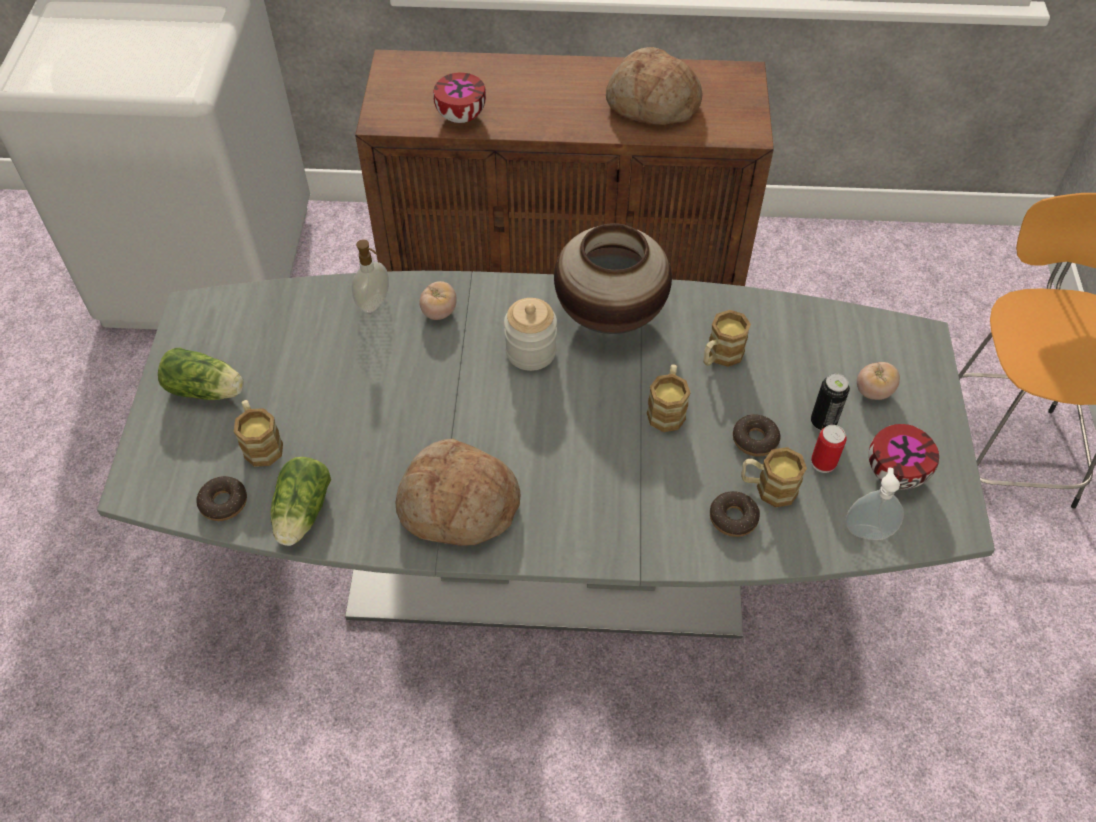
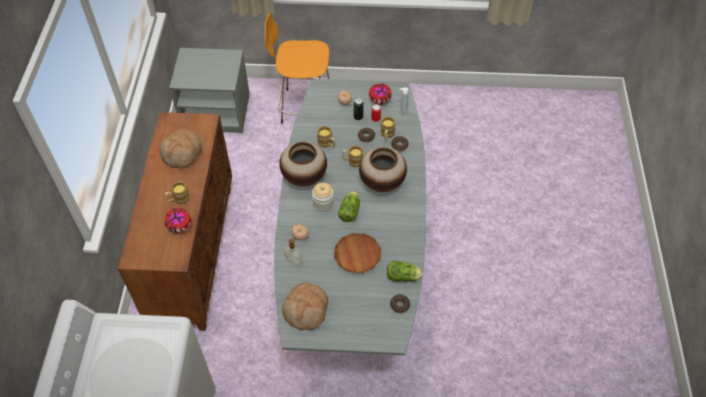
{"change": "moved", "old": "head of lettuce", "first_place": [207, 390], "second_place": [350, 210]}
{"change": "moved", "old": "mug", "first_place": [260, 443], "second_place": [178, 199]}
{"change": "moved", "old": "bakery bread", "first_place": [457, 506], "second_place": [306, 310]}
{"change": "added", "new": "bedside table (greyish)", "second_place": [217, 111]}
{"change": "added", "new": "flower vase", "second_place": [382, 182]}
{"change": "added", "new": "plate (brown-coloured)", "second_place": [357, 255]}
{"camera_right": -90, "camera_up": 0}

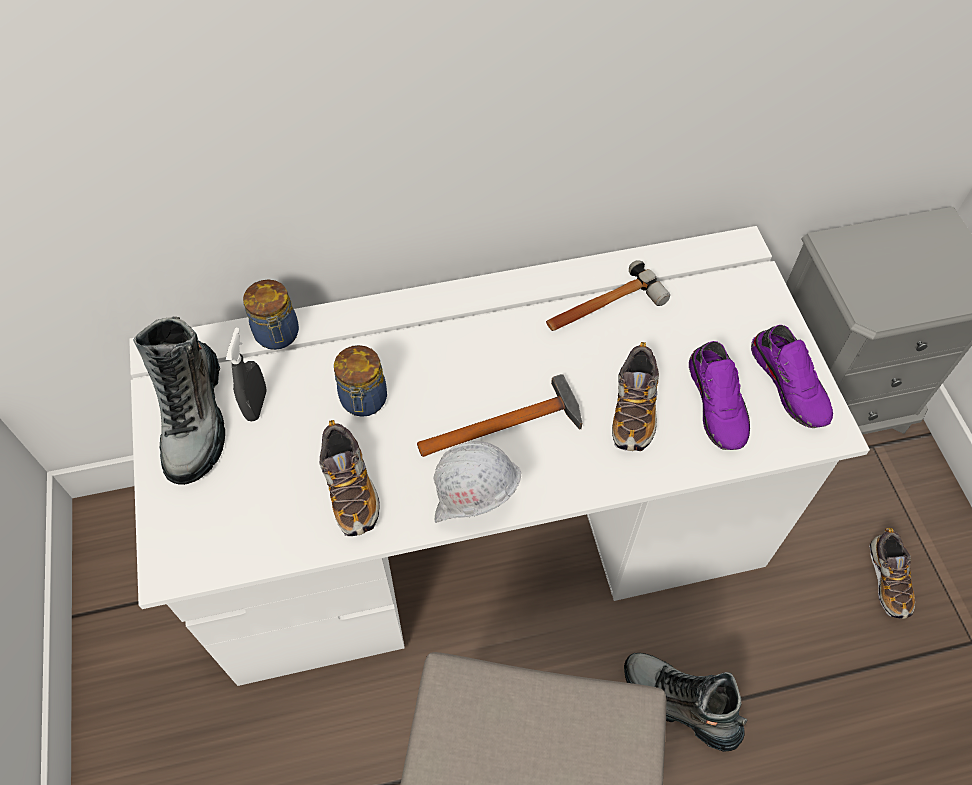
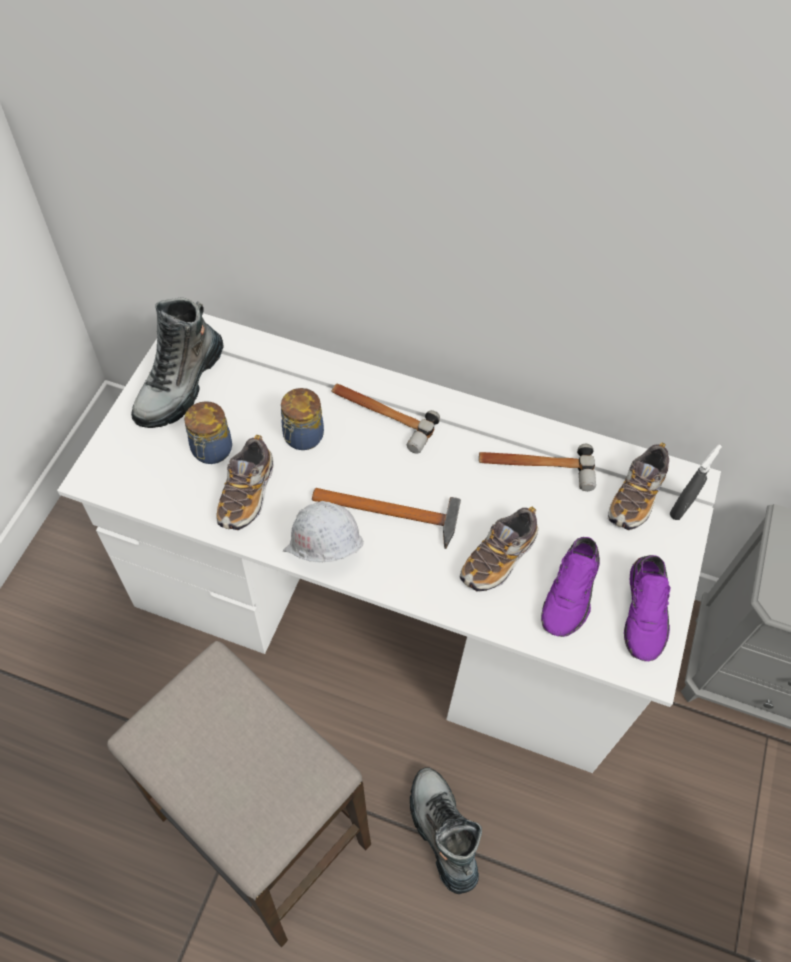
{"change": "moved", "old": "preserve jar", "first_place": [278, 335], "second_place": [211, 451]}
{"change": "moved", "old": "hand sprayer (greyish)", "first_place": [256, 405], "second_place": [681, 508]}
{"change": "moved", "old": "item of footwear", "first_place": [888, 579], "second_place": [636, 497]}
{"change": "added", "new": "hand hammer", "second_place": [381, 416]}
{"camera_right": 30, "camera_up": 0}

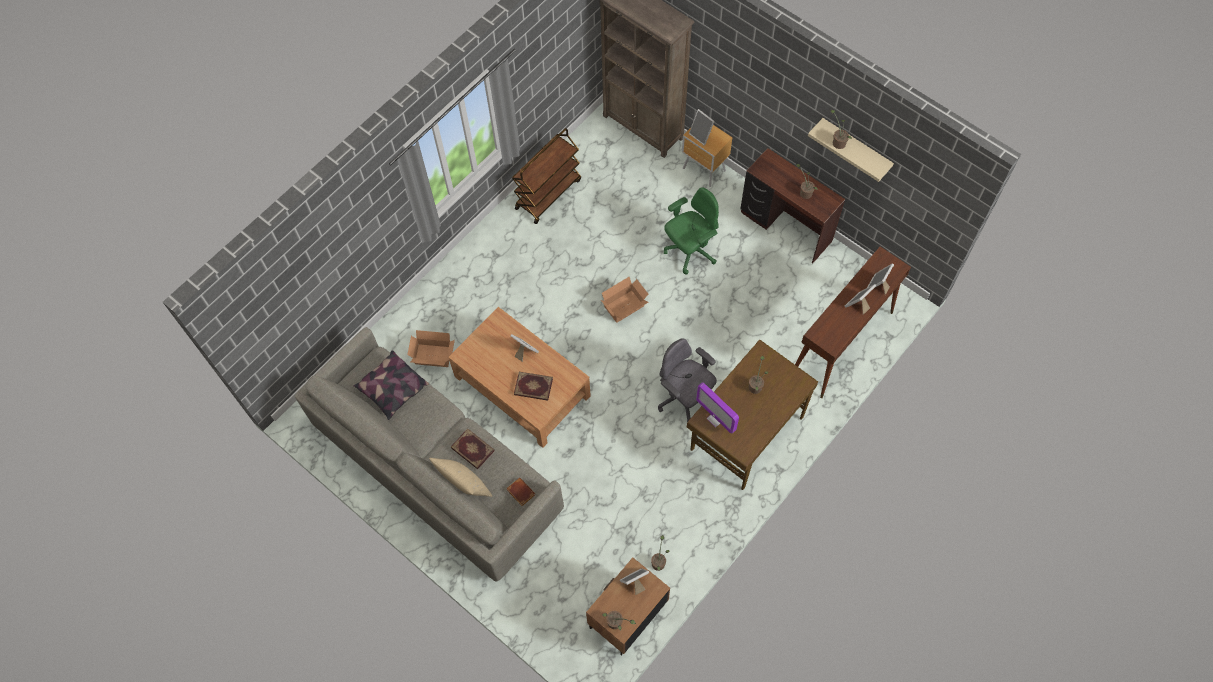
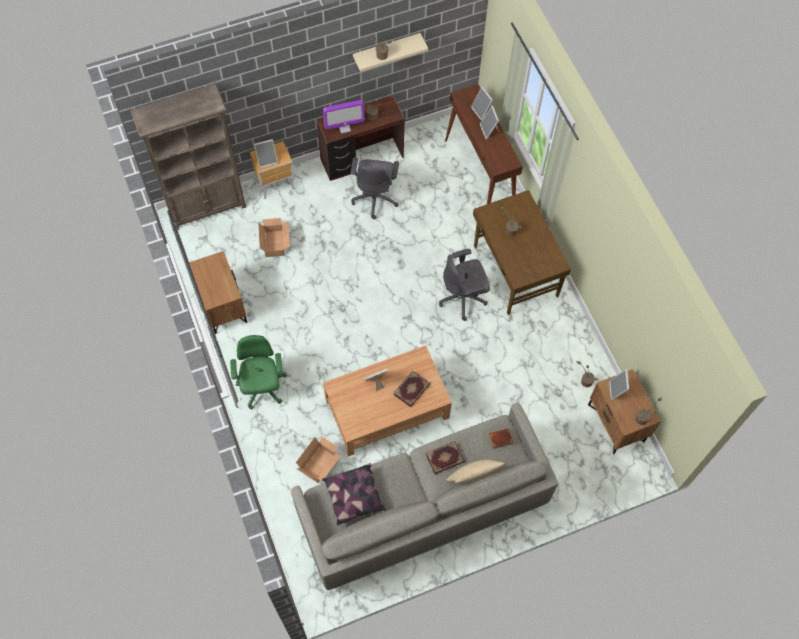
{"change": "replaced", "old": "wheeled cart (brown-coloured)", "new": "bedside table (brown-coloured)", "first_place": [548, 193], "second_place": [222, 305]}
{"change": "moved", "old": "office chair (green)", "first_place": [690, 251], "second_place": [262, 387]}
{"change": "moved", "old": "cardboard box", "first_place": [625, 307], "second_place": [275, 243]}
{"change": "moved", "old": "monitor", "first_place": [716, 418], "second_place": [344, 128]}
{"change": "added", "new": "office chair (greyish)", "second_place": [375, 198]}
{"camera_right": -65, "camera_up": 0}

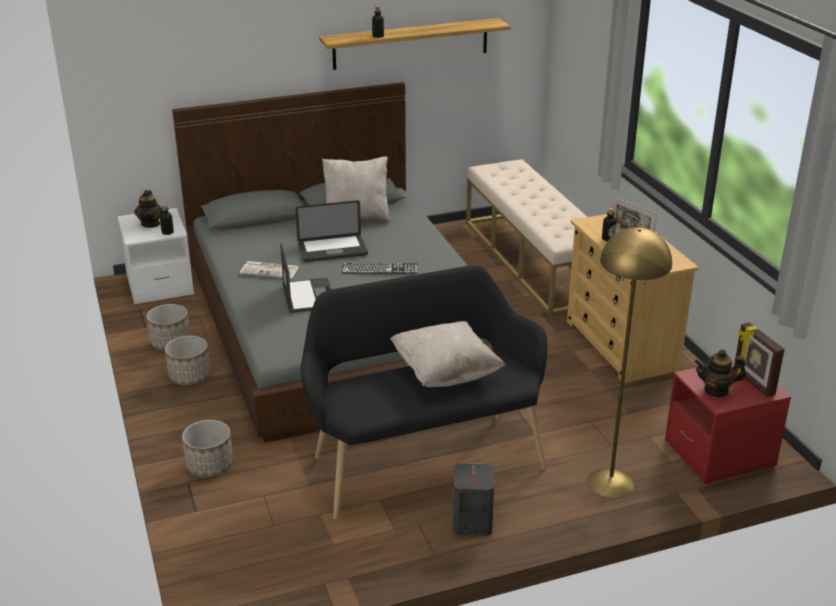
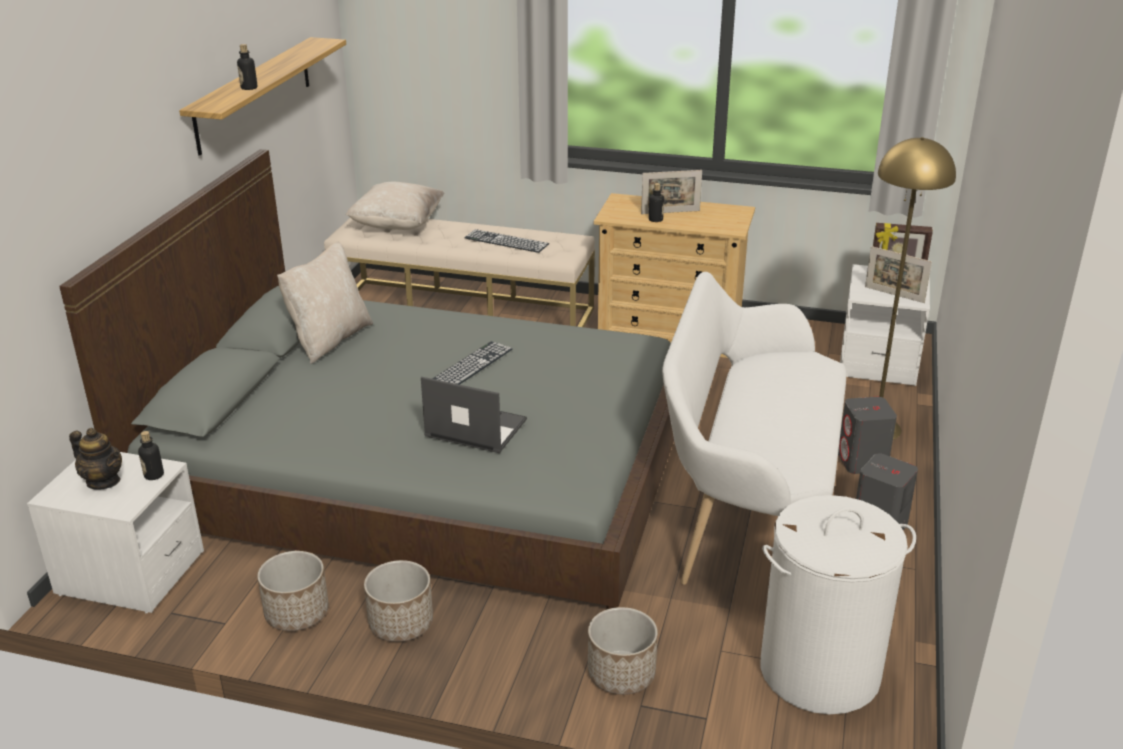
{"change": "removed", "old": "portable computer", "first_place": [332, 250]}
{"change": "removed", "old": "printed paper", "first_place": [270, 270]}
{"change": "recoloured", "old": "indoor bench (blackish)", "new": "indoor bench (whitish)", "first_place": [422, 458], "second_place": [747, 513]}
{"change": "moved", "old": "throw pillow (sand-coloured)", "first_place": [445, 373], "second_place": [397, 225]}
{"change": "replaced", "old": "tea pot", "new": "photo frame", "first_place": [716, 390], "second_place": [894, 294]}
{"change": "recoloured", "old": "bedside table (reddish)", "new": "bedside table (whitish)", "first_place": [719, 454], "second_place": [878, 362]}
{"change": "added", "new": "computer keyboard", "second_place": [506, 241]}
{"change": "added", "new": "speaker (greyish)", "second_place": [862, 462]}
{"change": "added", "new": "hamper (whitish)", "second_place": [819, 672]}
{"camera_right": -55, "camera_up": 0}

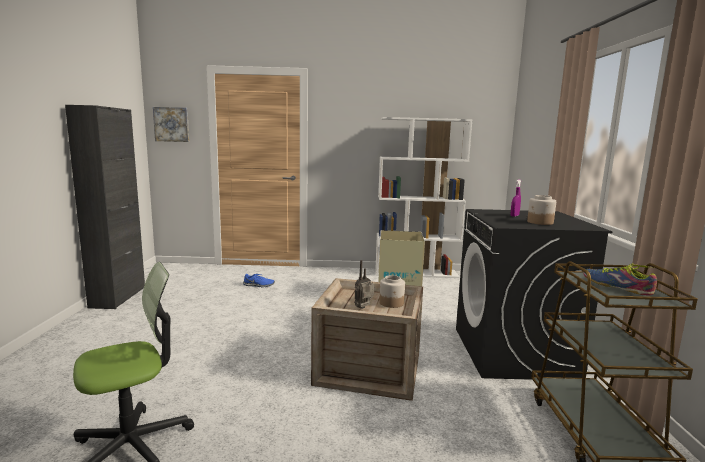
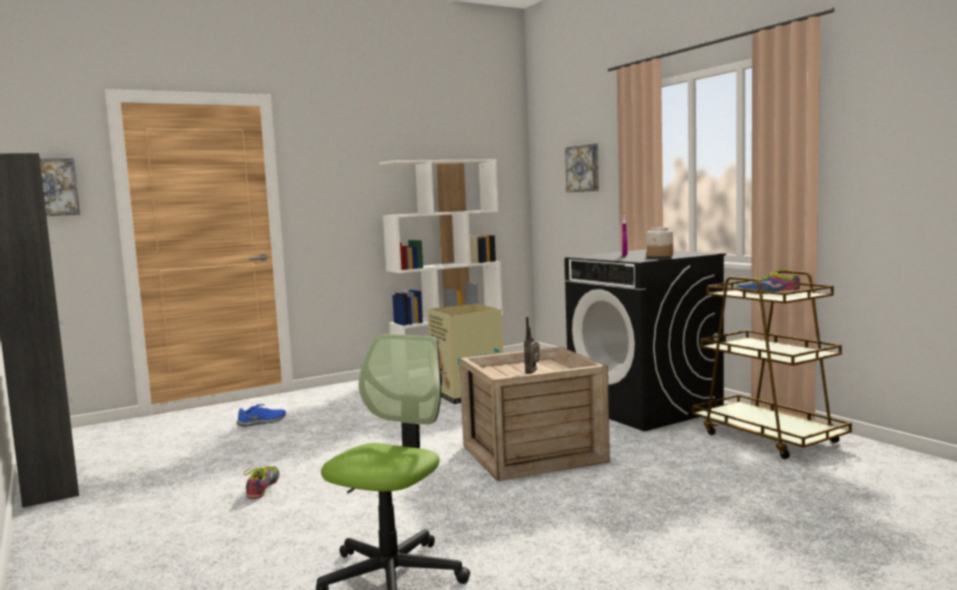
{"change": "removed", "old": "preserve jar", "first_place": [391, 303]}
{"change": "added", "new": "picture", "second_place": [583, 168]}
{"change": "added", "new": "item of footwear", "second_place": [263, 487]}
{"camera_right": -30, "camera_up": -5}

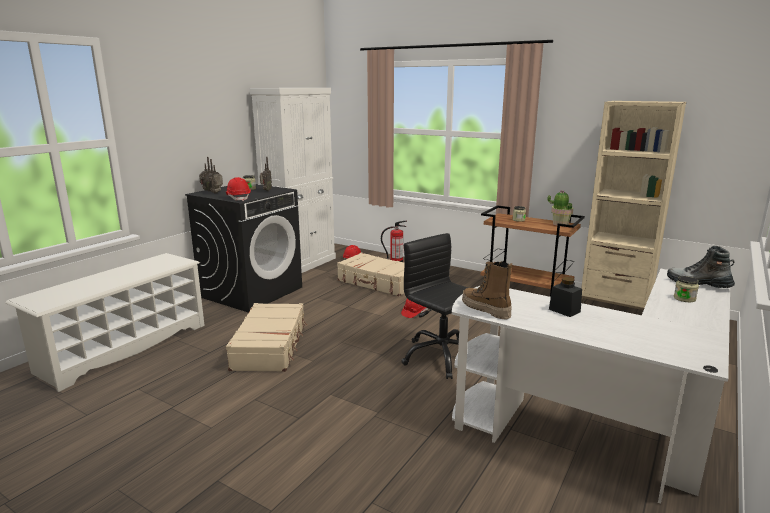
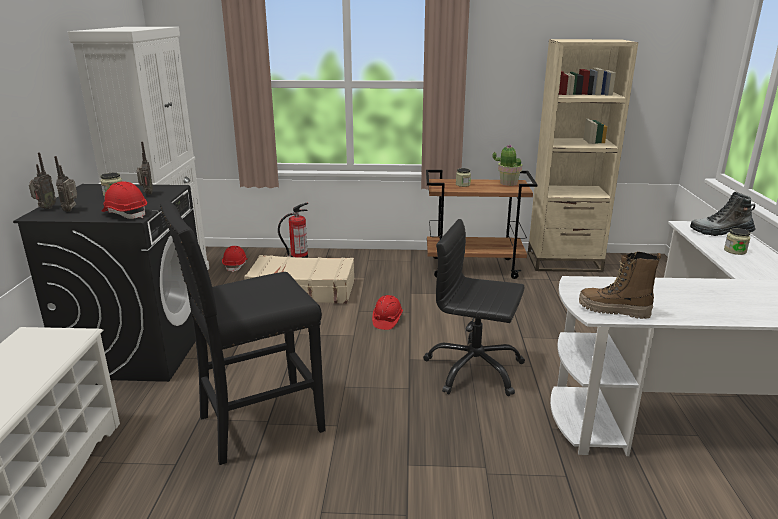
{"change": "removed", "old": "preserve jar (blackish)", "first_place": [564, 310]}
{"change": "replaced", "old": "piece of luggage (sand-coloured)", "new": "sitting stool (blackish)", "first_place": [270, 346], "second_place": [258, 424]}
{"camera_right": -30, "camera_up": 5}

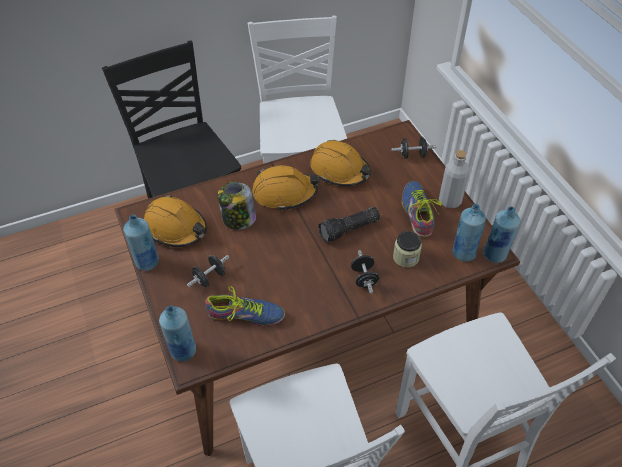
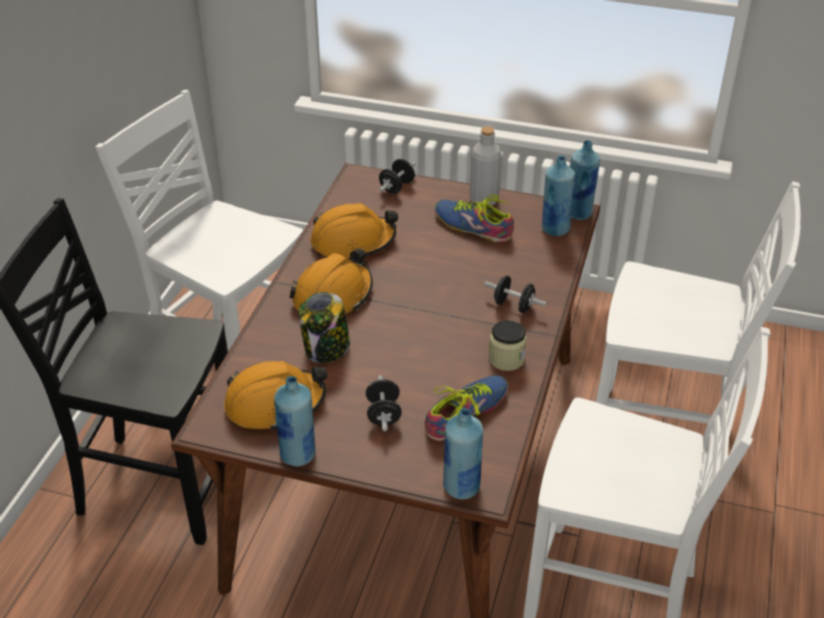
{"change": "removed", "old": "flashlight", "first_place": [349, 230]}
{"change": "moved", "old": "preserve jar", "first_place": [406, 257], "second_place": [506, 359]}
{"camera_right": -50, "camera_up": -10}

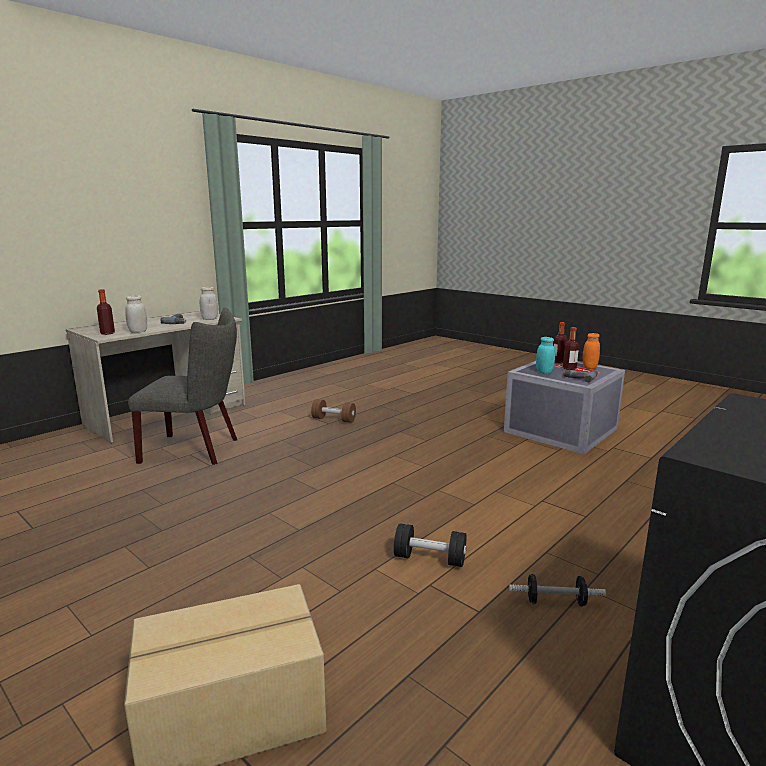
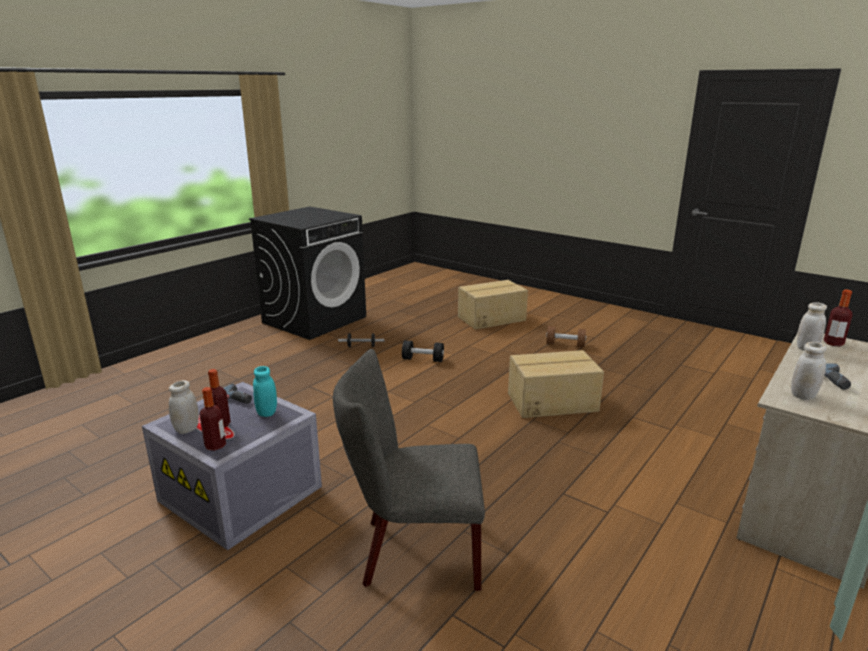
{"change": "moved", "old": "chair (greyish)", "first_place": [196, 450], "second_place": [413, 552]}
{"change": "recoloured", "old": "preserve jar (orange)", "new": "preserve jar (whitish)", "first_place": [589, 367], "second_place": [187, 429]}
{"change": "moved", "old": "hand weight (brown-coloured)", "first_place": [333, 420], "second_place": [565, 344]}
{"change": "added", "new": "cardboard box", "second_place": [551, 402]}
{"camera_right": 175, "camera_up": 5}

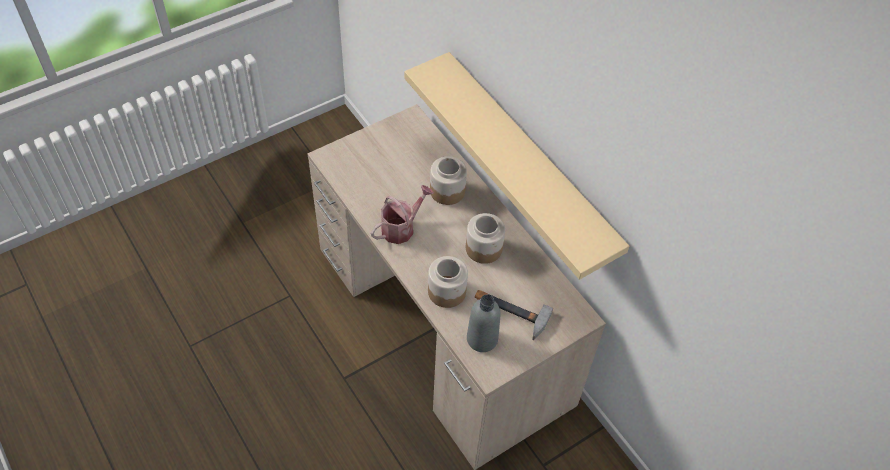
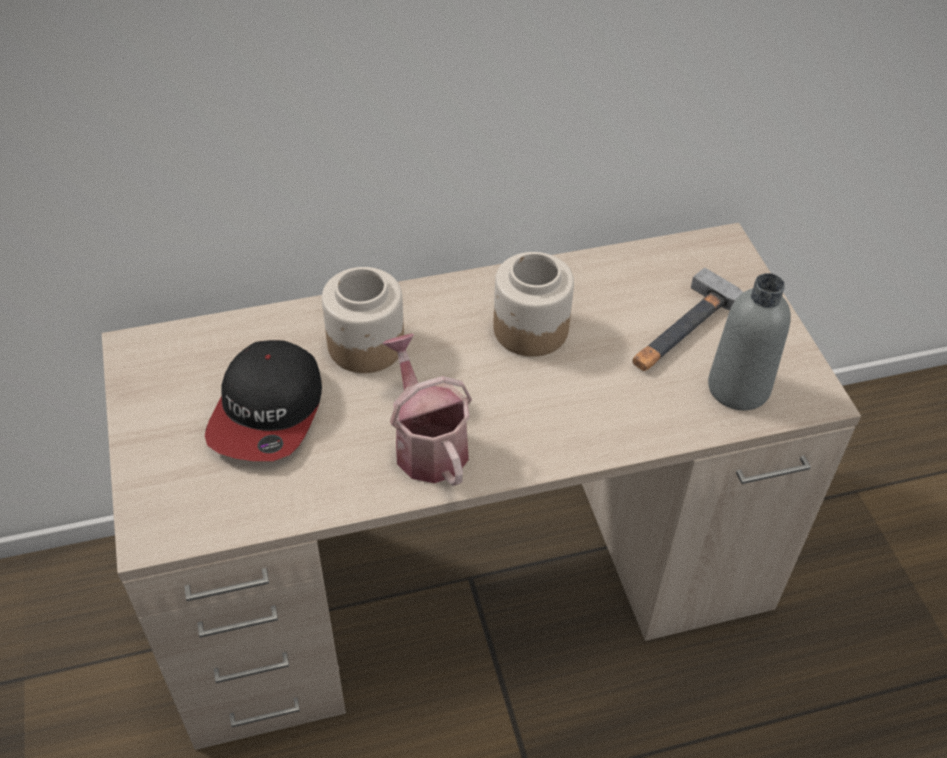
{"change": "removed", "old": "shelf (sand-coloured)", "first_place": [529, 161]}
{"change": "removed", "old": "preserve jar", "first_place": [447, 291]}
{"change": "added", "new": "cap", "second_place": [268, 412]}
{"camera_right": -70, "camera_up": -5}

